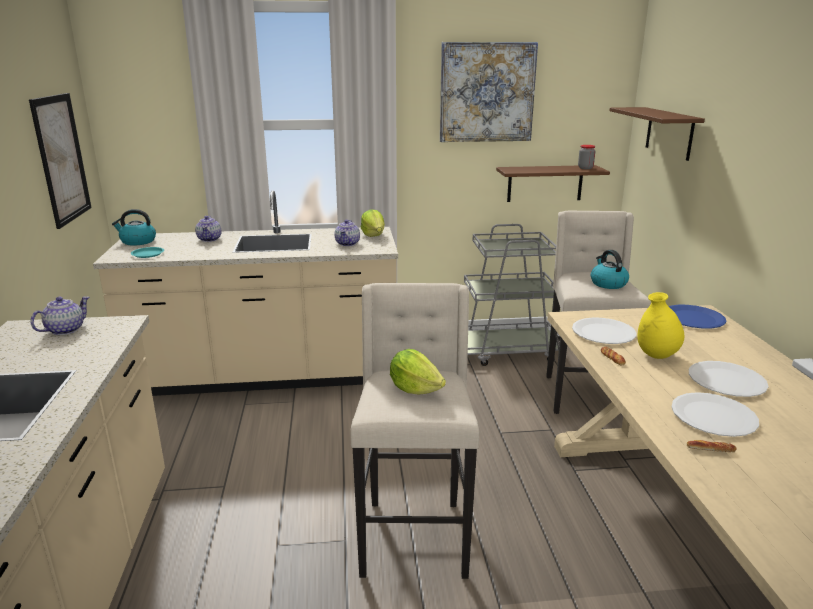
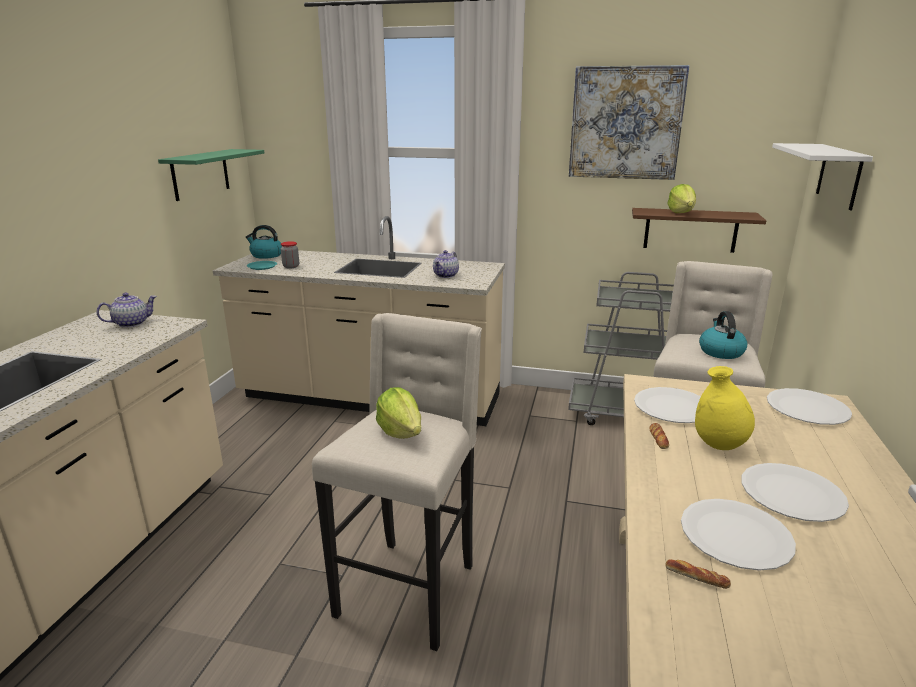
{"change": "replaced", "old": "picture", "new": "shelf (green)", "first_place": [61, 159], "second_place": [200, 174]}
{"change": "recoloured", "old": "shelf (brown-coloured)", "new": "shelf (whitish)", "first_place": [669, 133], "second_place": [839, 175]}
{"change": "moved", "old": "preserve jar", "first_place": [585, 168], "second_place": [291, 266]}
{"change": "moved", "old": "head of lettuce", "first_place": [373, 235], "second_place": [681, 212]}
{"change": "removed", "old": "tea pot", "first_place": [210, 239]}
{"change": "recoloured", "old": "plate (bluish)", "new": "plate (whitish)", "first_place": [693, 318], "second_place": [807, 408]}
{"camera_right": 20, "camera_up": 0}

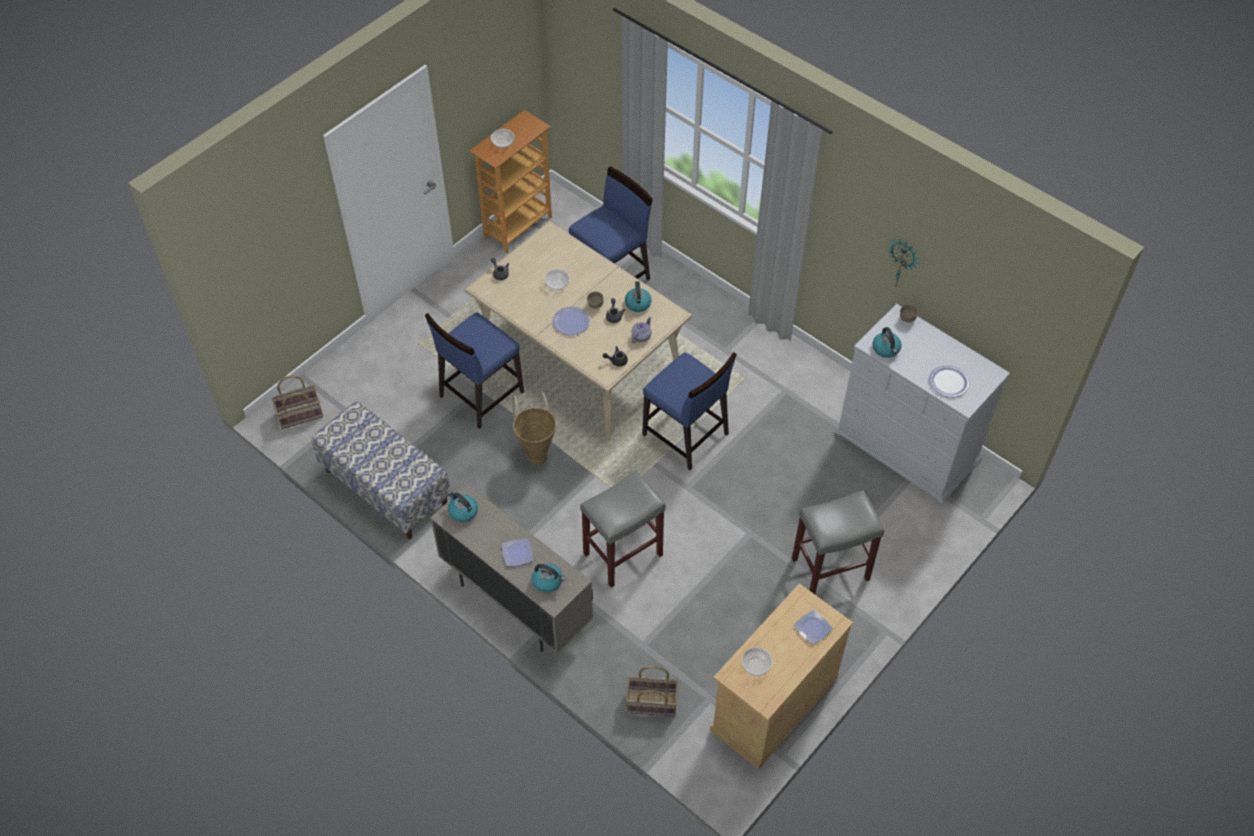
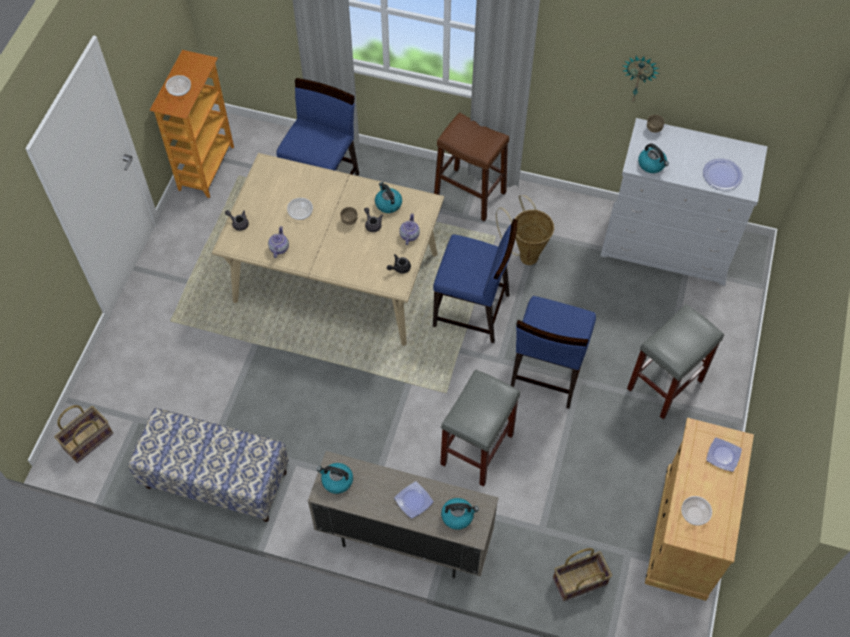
{"change": "removed", "old": "plate", "first_place": [571, 322]}
{"change": "moved", "old": "chair (bluish)", "first_place": [480, 394], "second_place": [546, 373]}
{"change": "moved", "old": "basket", "first_place": [537, 453], "second_place": [526, 254]}
{"change": "added", "new": "sitting stool (brown-coloured)", "second_place": [470, 194]}
{"change": "added", "new": "tea pot", "second_place": [279, 248]}
{"camera_right": -25, "camera_up": 5}

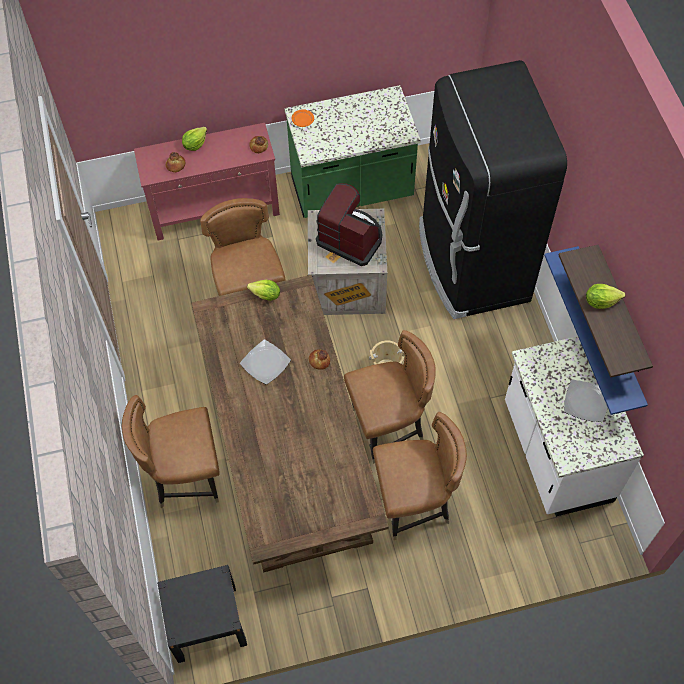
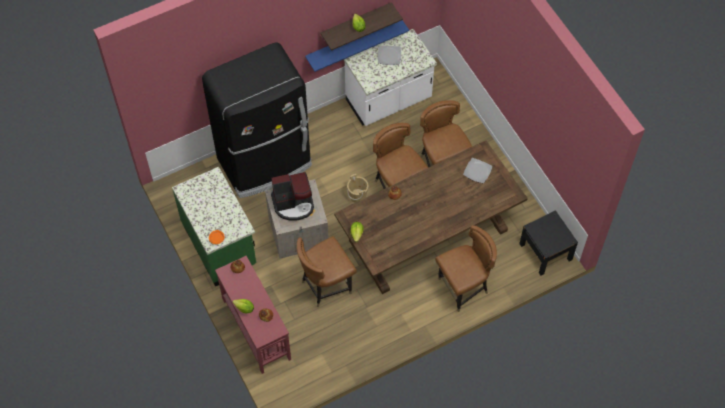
{"change": "turned", "old": "coffee brewer", "first_place": [351, 238], "second_place": [293, 204], "degrees": -120}
{"change": "moved", "old": "plate", "first_place": [265, 362], "second_place": [477, 171]}
{"change": "turned", "old": "chair (brown-coloured)", "first_place": [186, 477], "second_place": [463, 288], "degrees": -90}
{"camera_right": -105, "camera_up": 0}

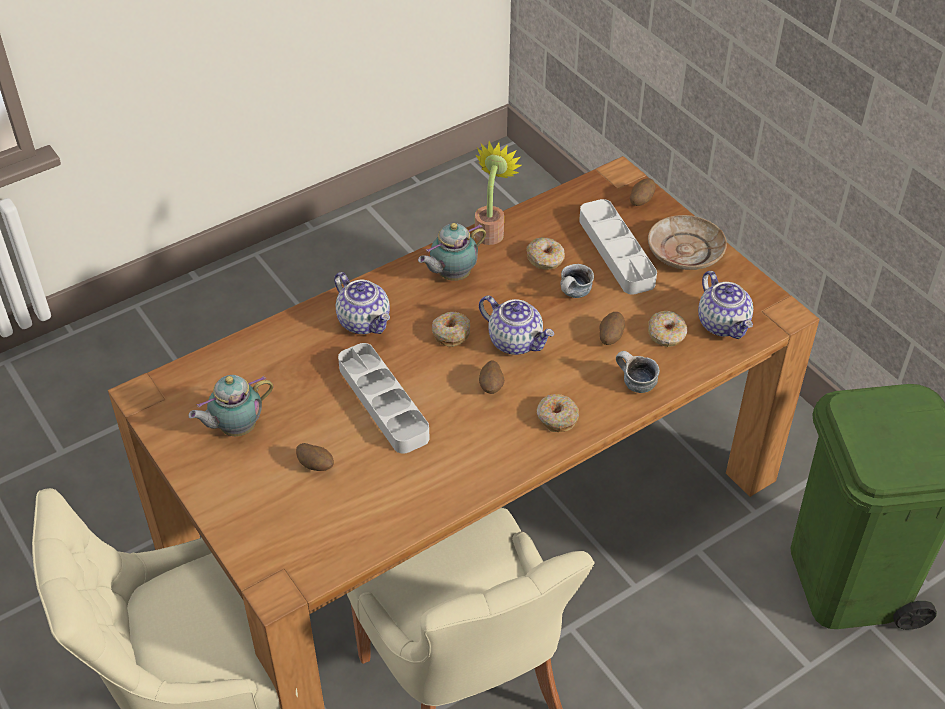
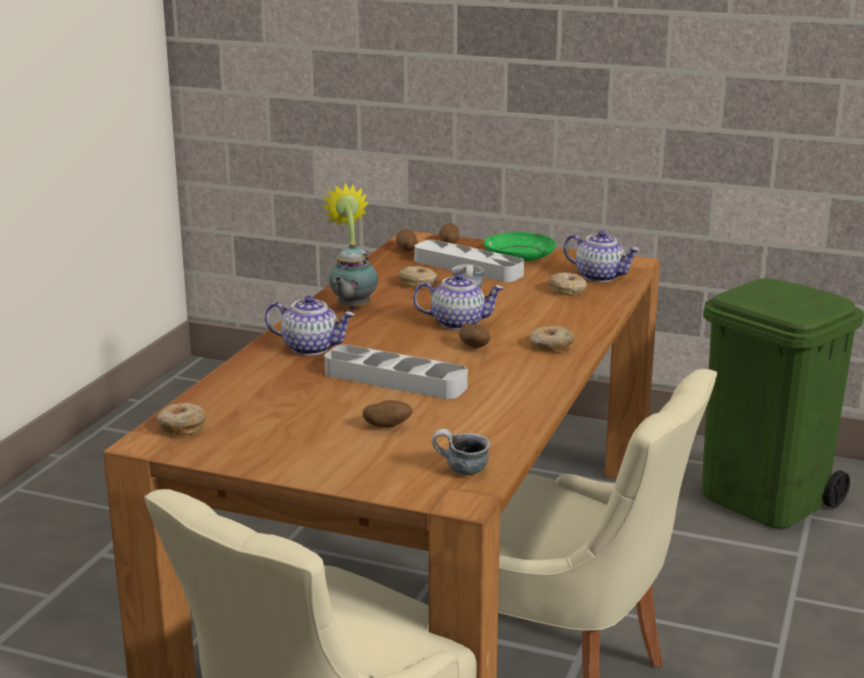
{"change": "recoloured", "old": "plate (sand-coloured)", "new": "plate (green)", "first_place": [685, 251], "second_place": [519, 256]}
{"change": "moved", "old": "donut", "first_place": [451, 333], "second_place": [181, 427]}
{"change": "moved", "old": "whole potato", "first_place": [610, 337], "second_place": [406, 250]}
{"change": "moved", "old": "mug", "first_place": [634, 384], "second_place": [461, 471]}
{"change": "removed", "old": "tea pot", "first_place": [235, 428]}
{"camera_right": -35, "camera_up": -25}

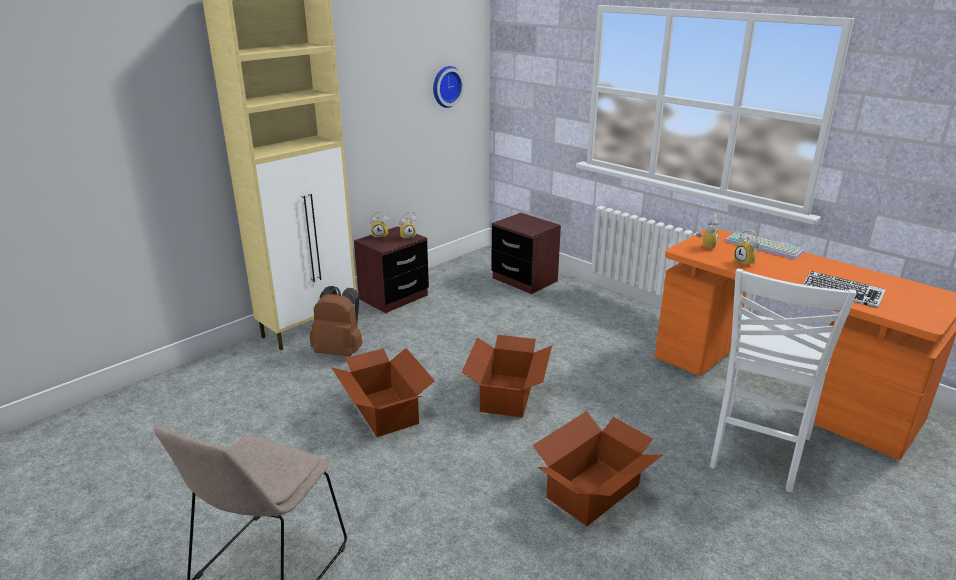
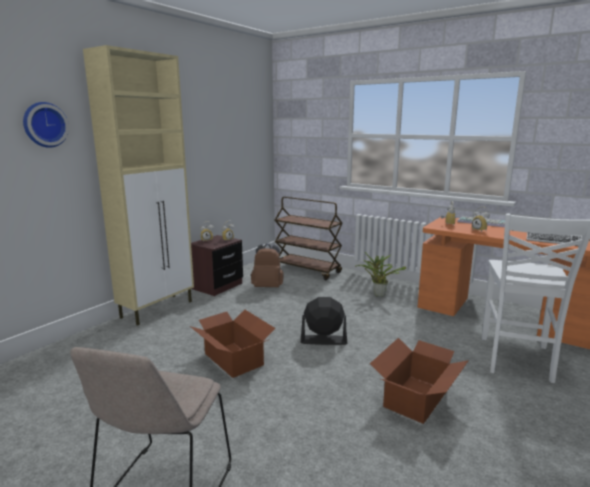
{"change": "moved", "old": "clock on the wall", "first_place": [445, 86], "second_place": [44, 125]}
{"change": "replaced", "old": "bedside table (brown-coloured)", "new": "wheeled cart (brown-coloured)", "first_place": [524, 280], "second_place": [307, 270]}
{"change": "moved", "old": "rucksack (brown-coloured)", "first_place": [340, 351], "second_place": [268, 287]}
{"change": "replaced", "old": "cardboard box", "new": "fan (blackish)", "first_place": [506, 395], "second_place": [323, 340]}
{"change": "added", "new": "plant in a pot", "second_place": [378, 294]}
{"camera_right": -10, "camera_up": -10}

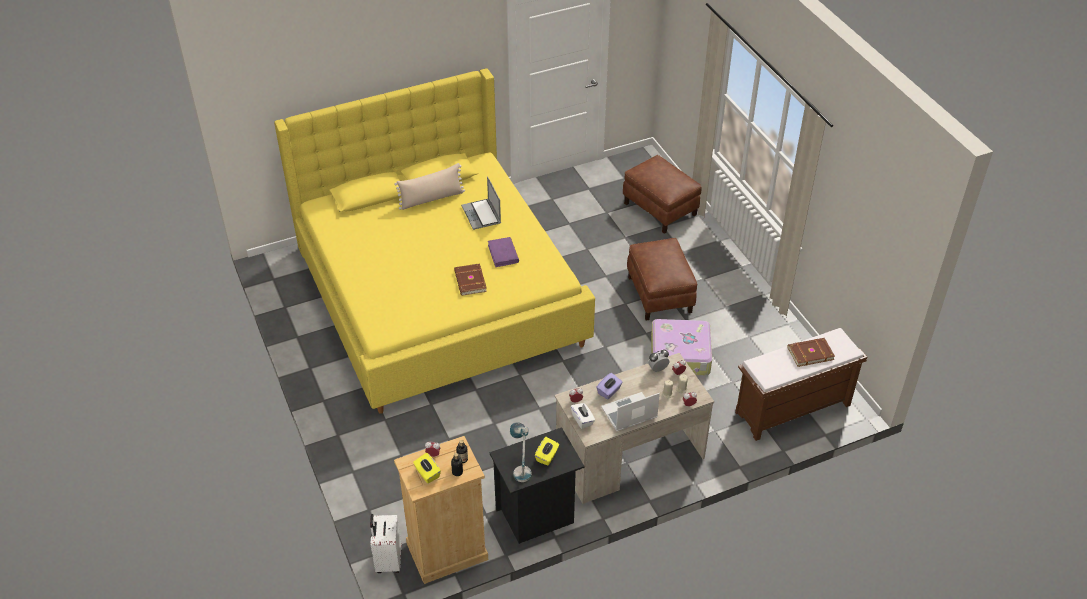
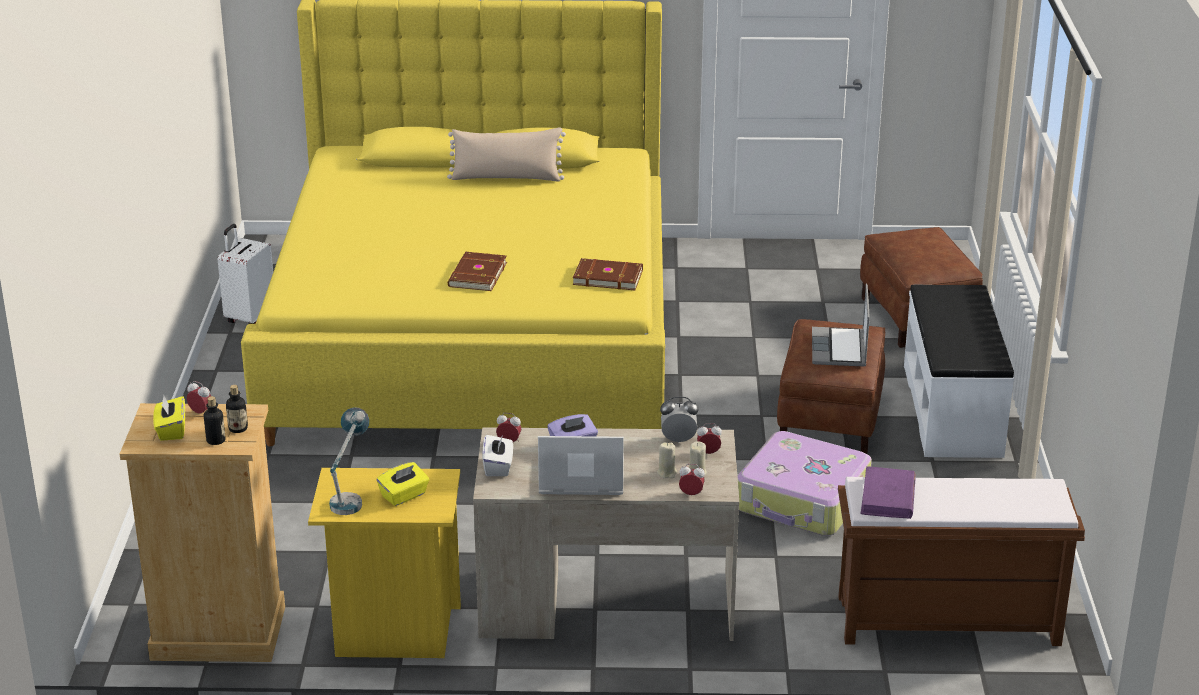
{"change": "moved", "old": "portable computer", "first_place": [482, 215], "second_place": [840, 349]}
{"change": "moved", "old": "book (purplish)", "first_place": [503, 254], "second_place": [888, 497]}
{"change": "moved", "old": "book (brown-coloured)", "first_place": [810, 353], "second_place": [607, 277]}
{"change": "recoloured", "old": "bedside table (blackish)", "new": "bedside table (yellowish)", "first_place": [536, 516], "second_place": [392, 632]}
{"change": "moved", "old": "piece of luggage (whitish)", "first_place": [388, 560], "second_place": [249, 317]}
{"change": "added", "new": "indoor bench (whitish)", "second_place": [953, 410]}
{"camera_right": 25, "camera_up": -15}

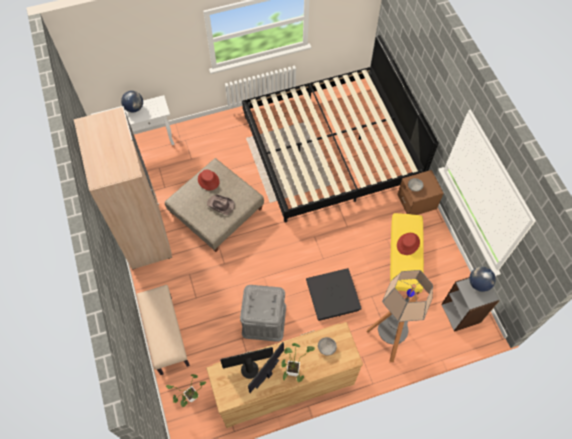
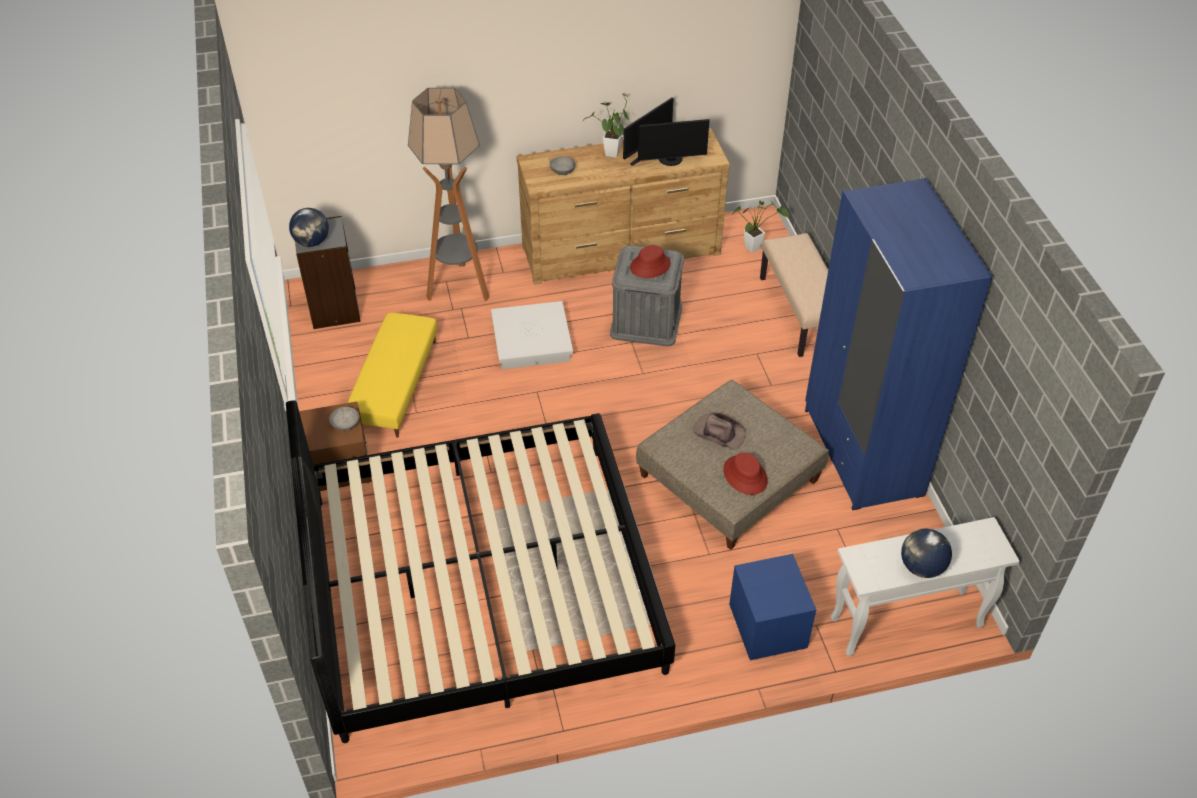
{"change": "recoloured", "old": "armoire (sand-coloured)", "new": "armoire (bluish)", "first_place": [144, 232], "second_place": [862, 452]}
{"change": "moved", "old": "wearable hat (reddish)", "first_place": [408, 244], "second_place": [650, 266]}
{"change": "recoloured", "old": "storage container (blackish)", "new": "storage container (whitish)", "first_place": [332, 296], "second_place": [532, 341]}
{"change": "added", "new": "bedside table (bluish)", "second_place": [767, 626]}
{"camera_right": -175, "camera_up": -15}

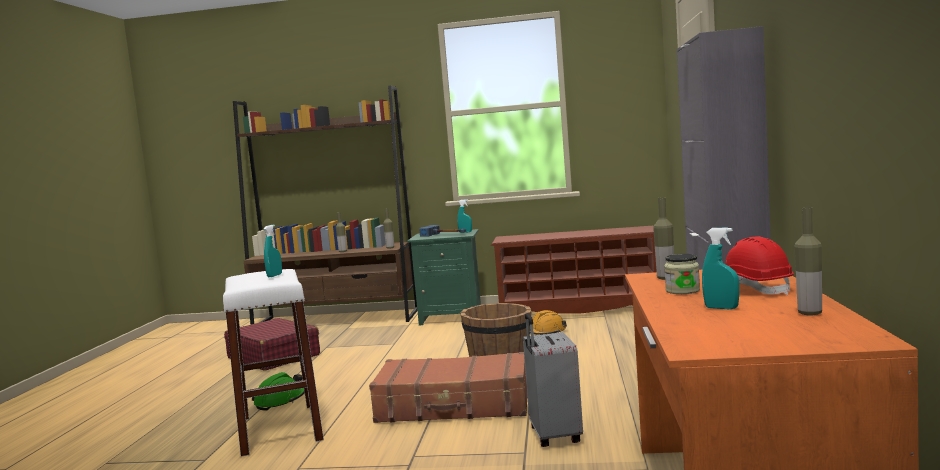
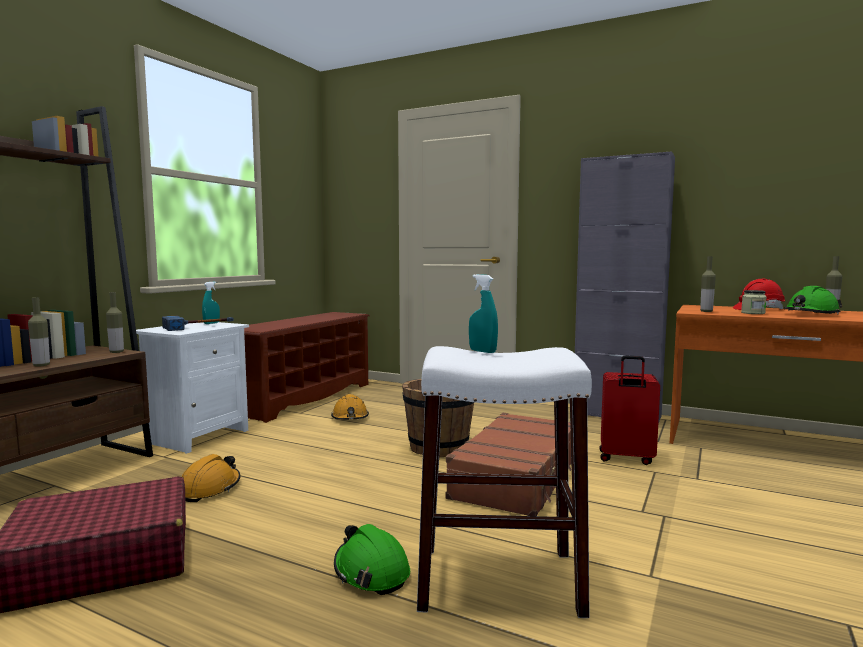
{"change": "replaced", "old": "hand sprayer (blue-green)", "new": "safety helmet (green)", "first_place": [721, 308], "second_place": [811, 314]}
{"change": "recoloured", "old": "bedside table (green)", "new": "bedside table (whitish)", "first_place": [451, 317], "second_place": [196, 436]}
{"change": "recoloured", "old": "piece of luggage (greyish)", "new": "piece of luggage (reddish)", "first_place": [553, 436], "second_place": [626, 458]}
{"change": "added", "new": "safety helmet (orange)", "second_place": [209, 489]}
{"camera_right": -70, "camera_up": 0}

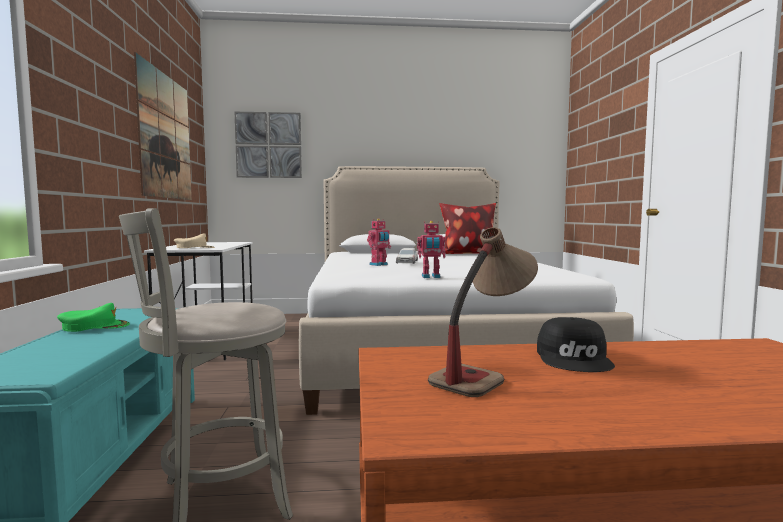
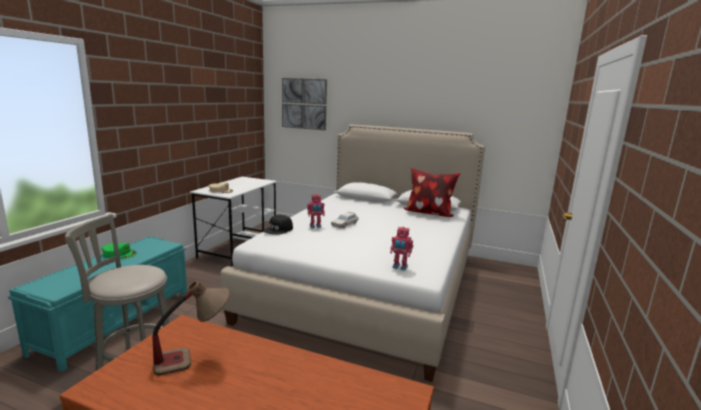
{"change": "removed", "old": "picture", "first_place": [165, 136]}
{"change": "moved", "old": "toy robot", "first_place": [431, 277], "second_place": [399, 267]}
{"change": "moved", "old": "cap (blackish)", "first_place": [575, 358], "second_place": [279, 229]}
{"camera_right": 25, "camera_up": 10}

